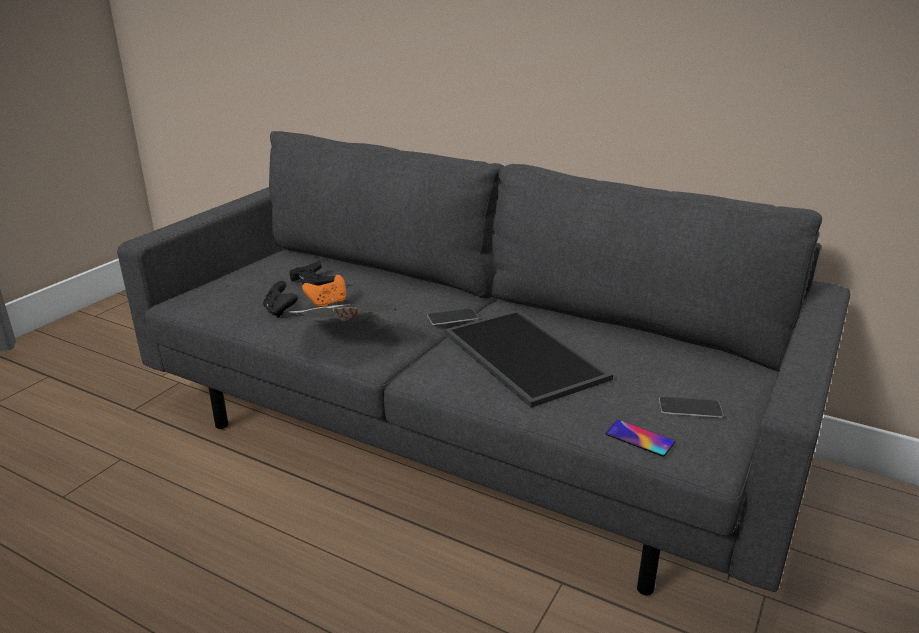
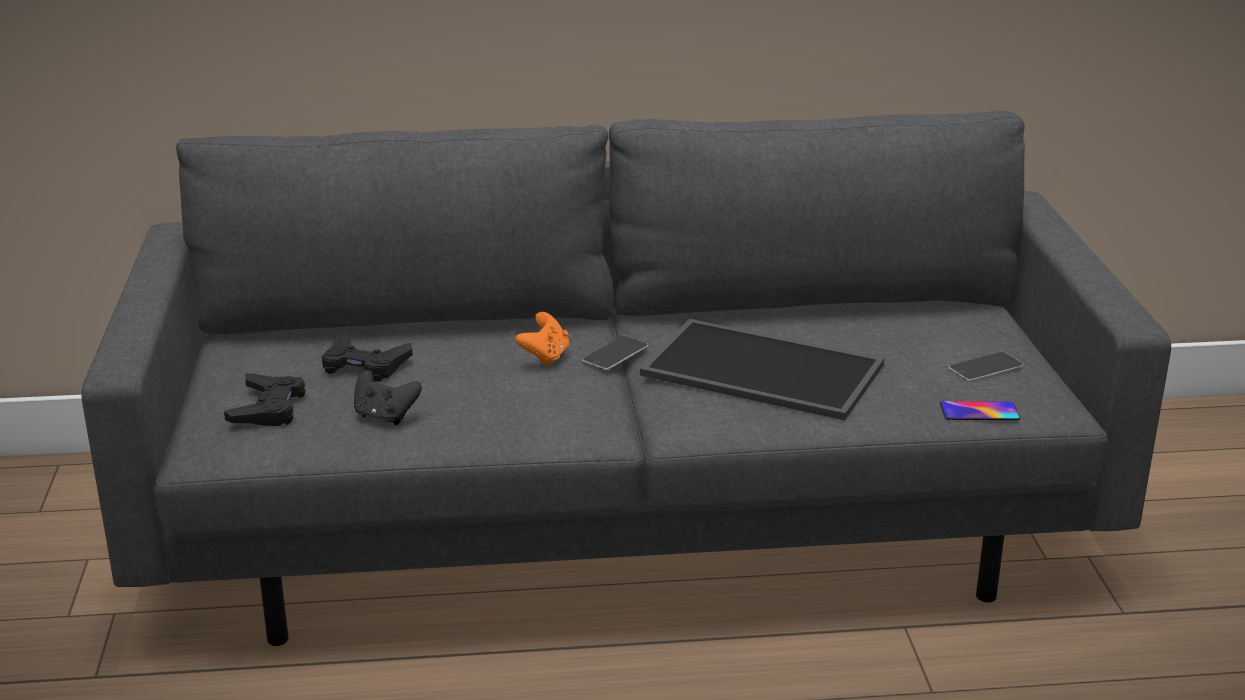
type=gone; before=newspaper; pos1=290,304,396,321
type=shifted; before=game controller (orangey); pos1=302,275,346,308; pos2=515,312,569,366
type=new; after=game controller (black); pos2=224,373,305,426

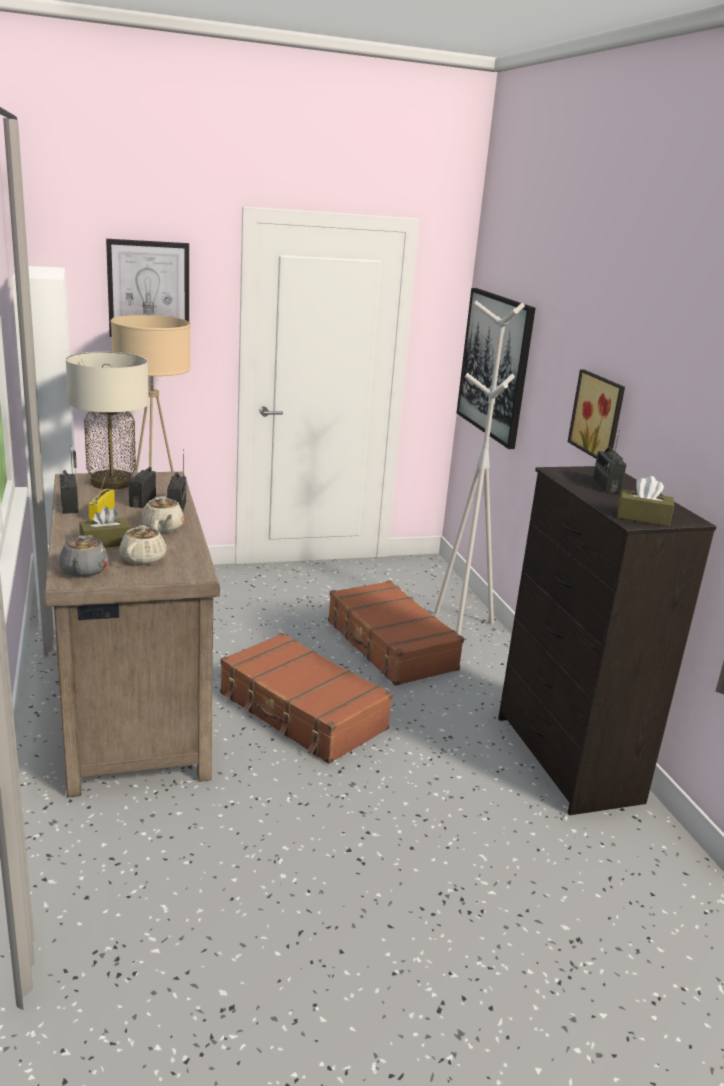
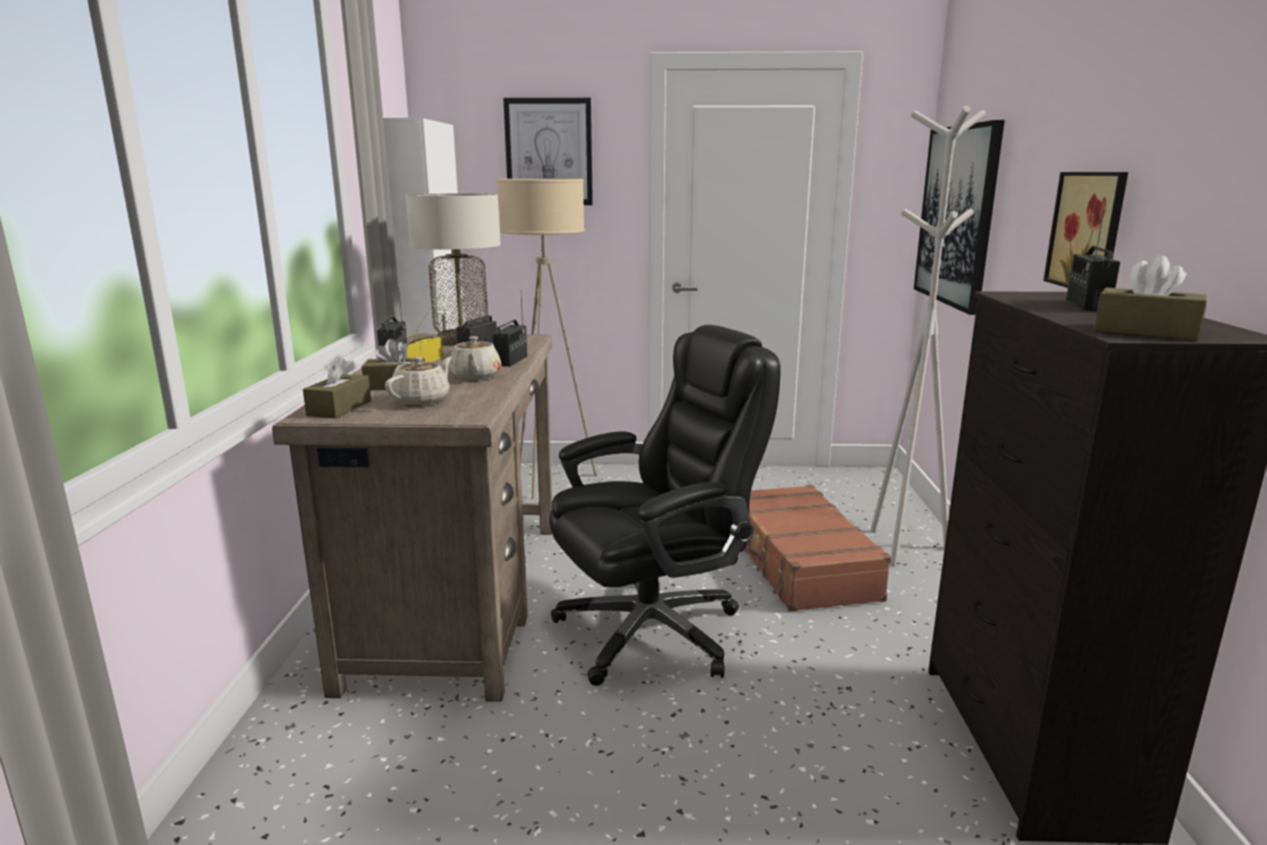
type=swapped; before=teapot (greyish); after=tissue holder (brown); pos1=59,535,108,577; pos2=303,356,371,418
type=swapped; before=travel case (brown); after=desk chair (black); pos1=220,633,393,764; pos2=549,325,781,686

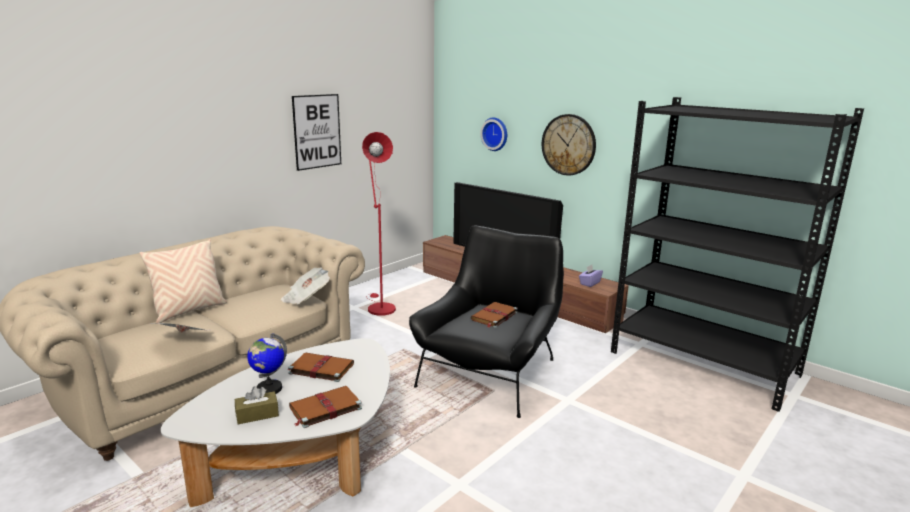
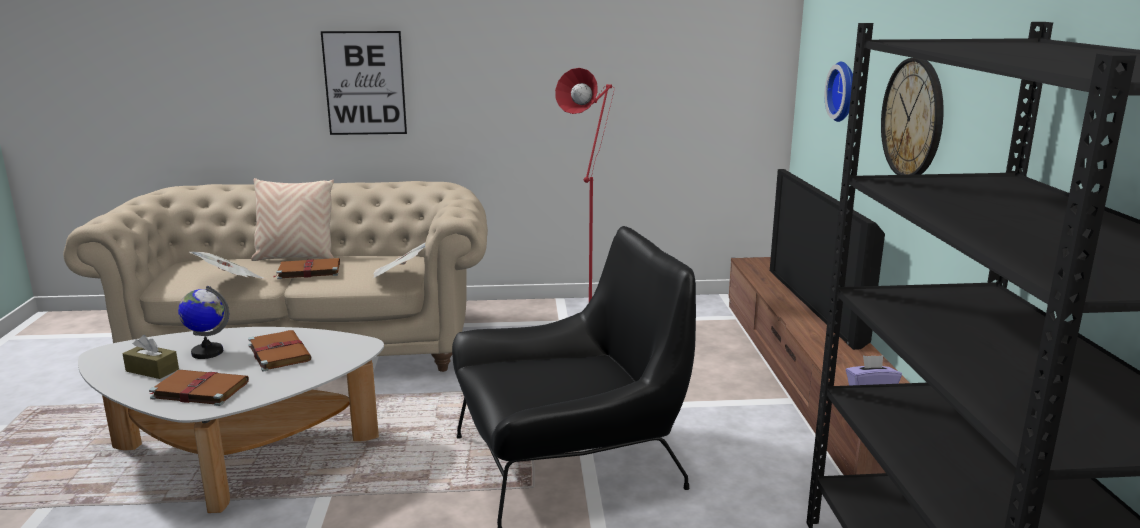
type=shifted; before=picture; pos1=292,94,341,171; pos2=321,31,407,135
type=shifted; before=bound book (brown); pos1=470,302,518,328; pos2=274,258,340,279

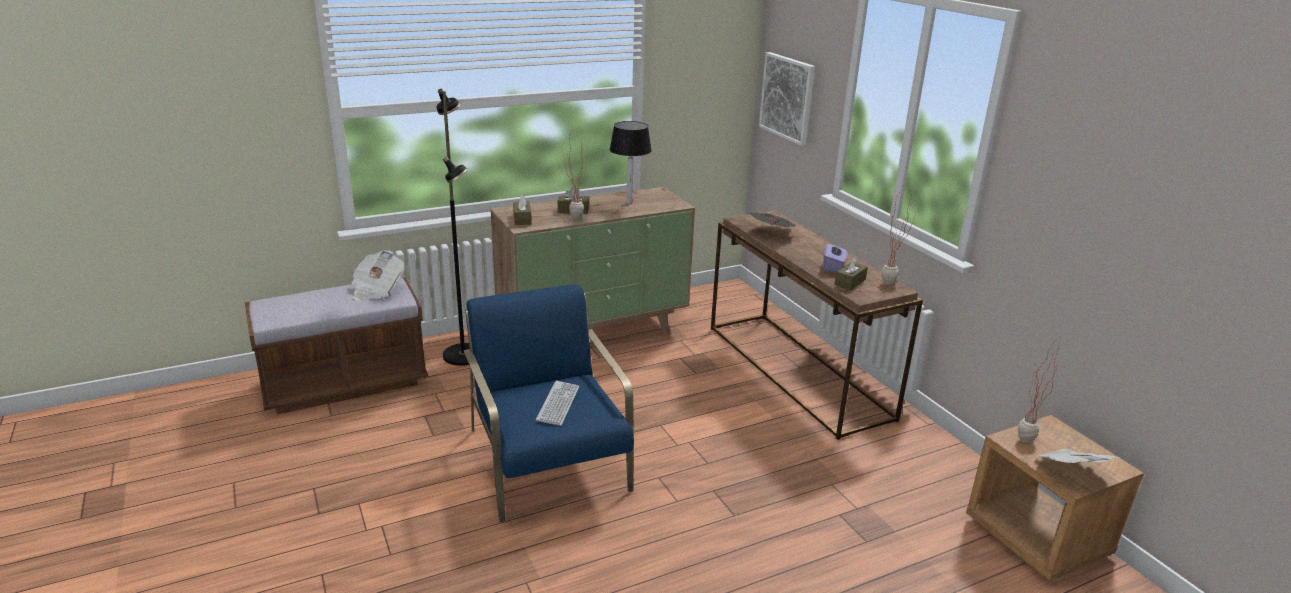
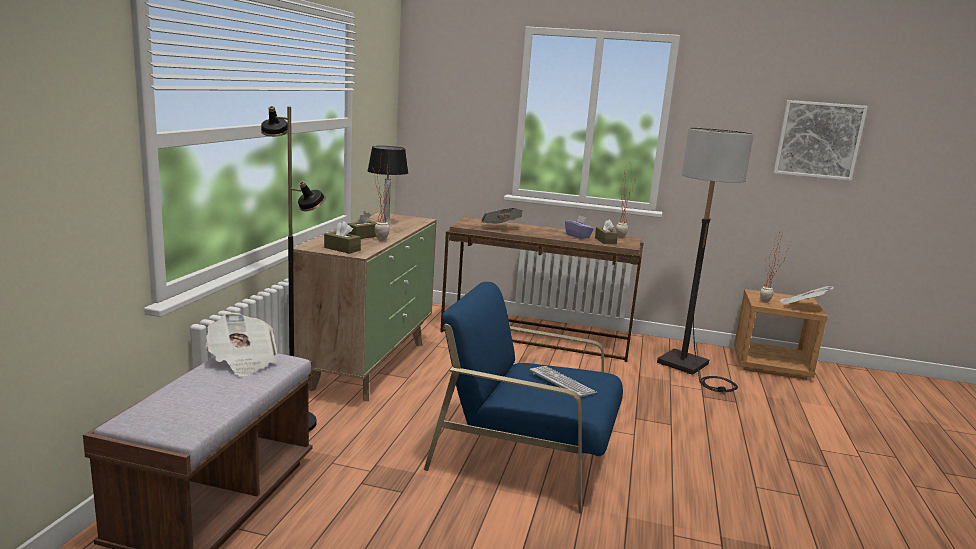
type=shifted; before=picture; pos1=759,52,815,146; pos2=774,100,868,181
type=new; after=floor lamp; pos2=657,128,754,394

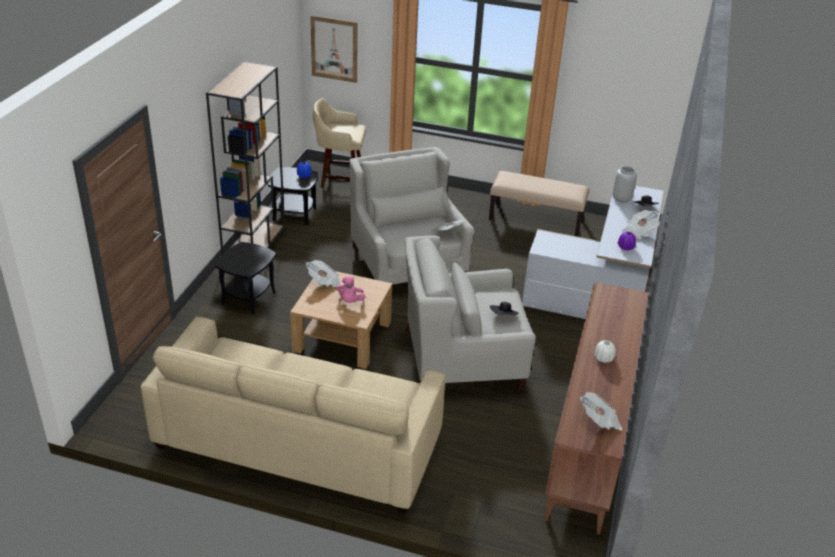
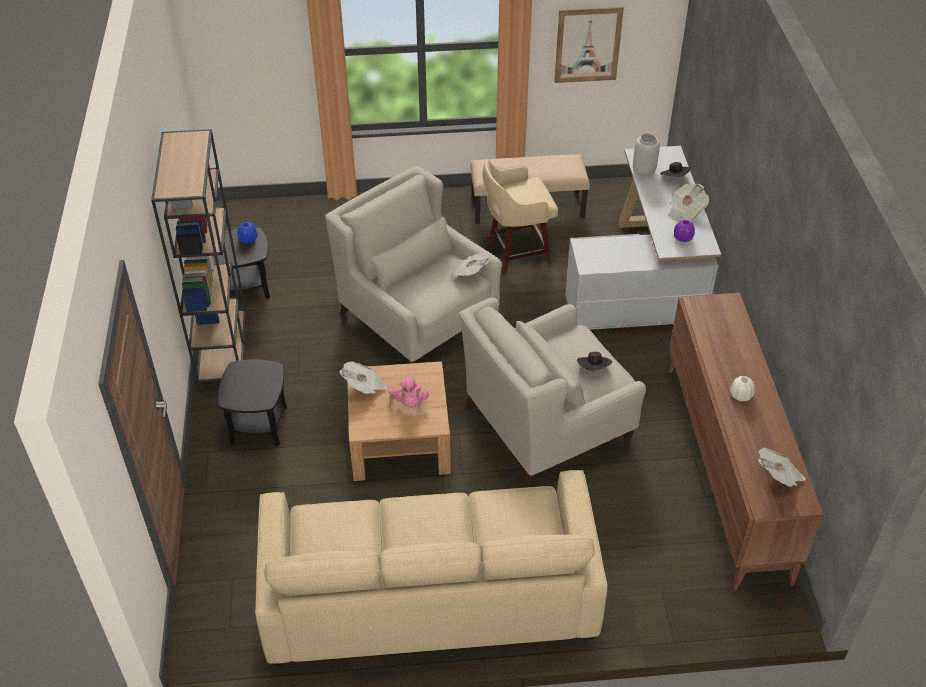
type=shifted; before=picture; pos1=310,15,358,83; pos2=554,7,624,83
type=shifted; before=stool seat (sand-coloured); pos1=313,98,366,188; pos2=482,159,558,274

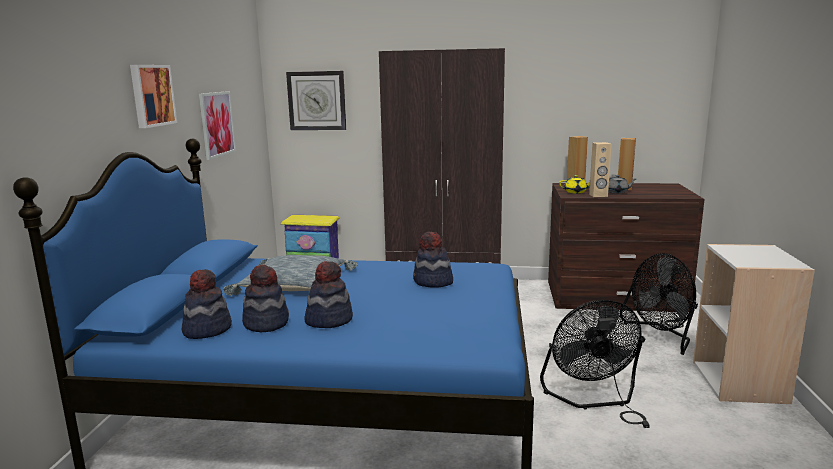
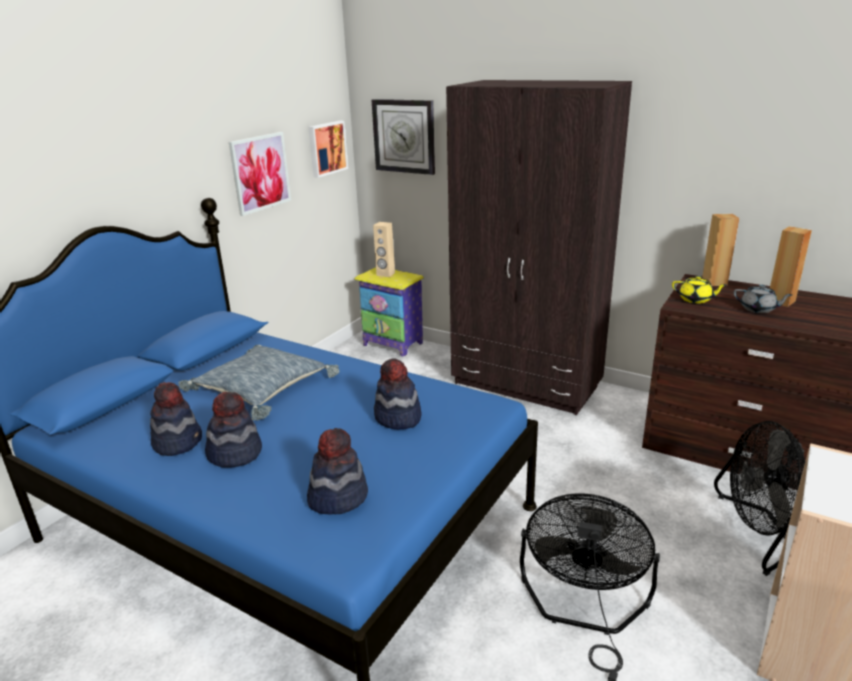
type=shifted; before=picture; pos1=130,65,177,128; pos2=308,121,348,178
type=shifted; before=hat; pos1=182,269,232,339; pos2=307,428,368,515
type=shifted; before=loudspeaker (sand-coloured); pos1=589,142,611,197; pos2=373,222,395,277

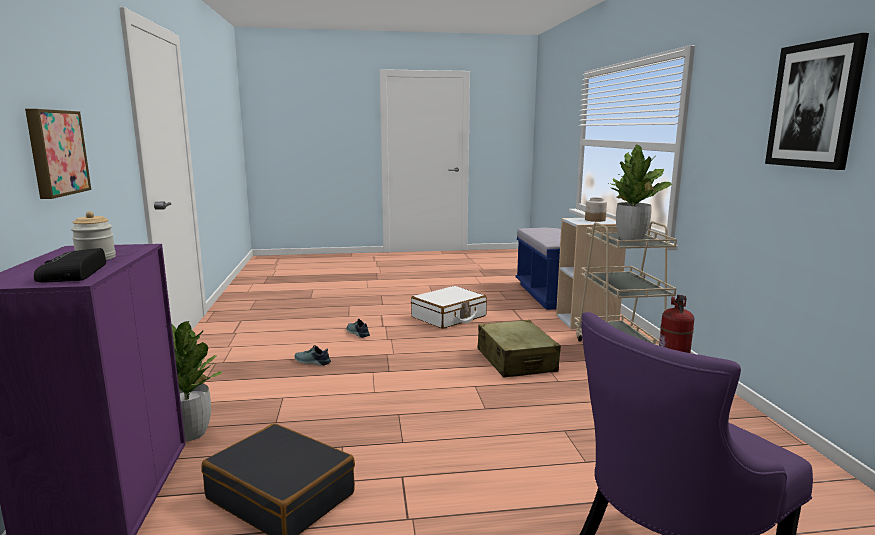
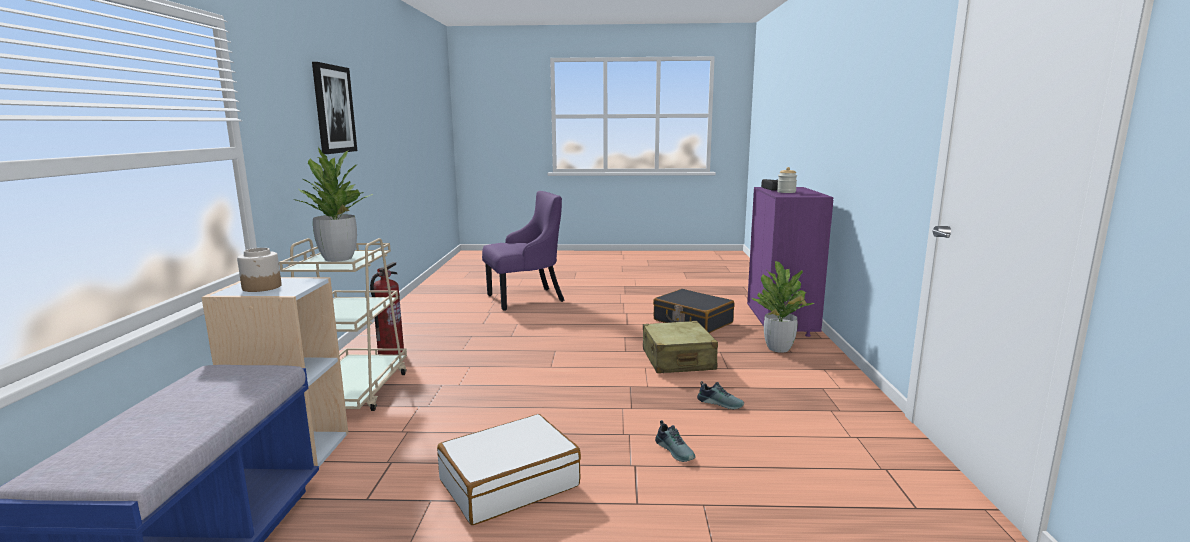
type=gone; before=picture; pos1=25,109,91,199
type=shifted; before=travel case (sand-coloured); pos1=477,320,561,378; pos2=643,321,718,373

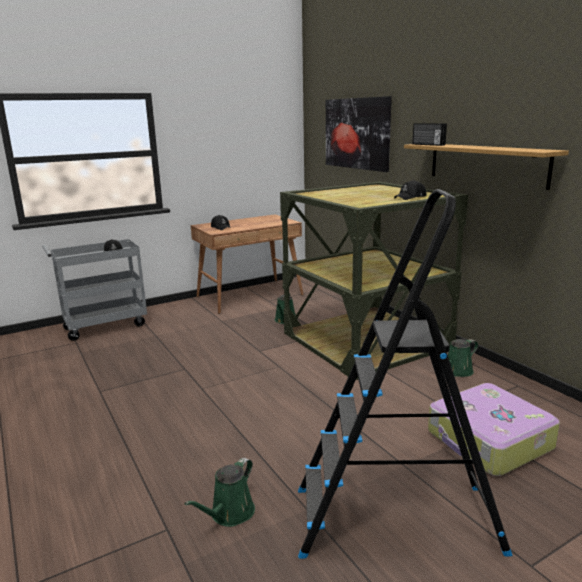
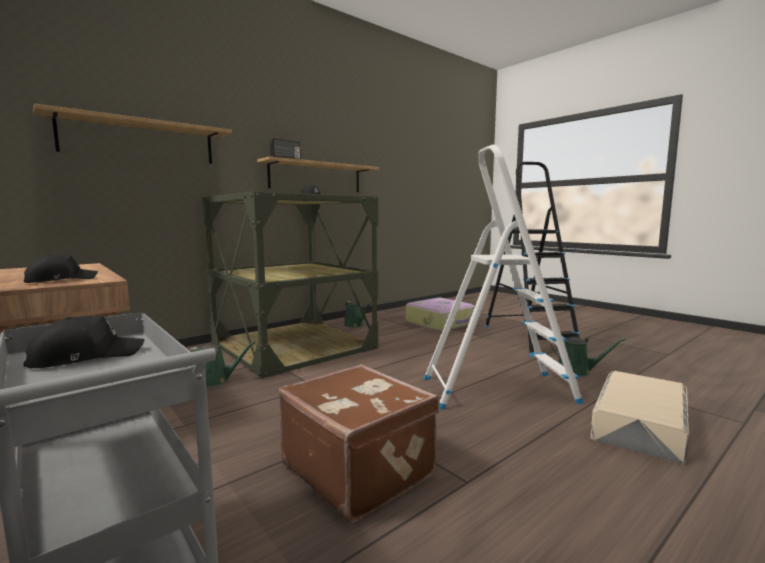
type=swapped; before=picture; after=bracket shelf; pos1=326,96,392,172; pos2=33,104,232,164
type=new; after=travel case (brown); pos2=279,364,440,523
type=new; after=step ladder (white); pos2=424,144,584,410
type=new; after=storage bin (sand-coloured); pos2=590,371,689,465

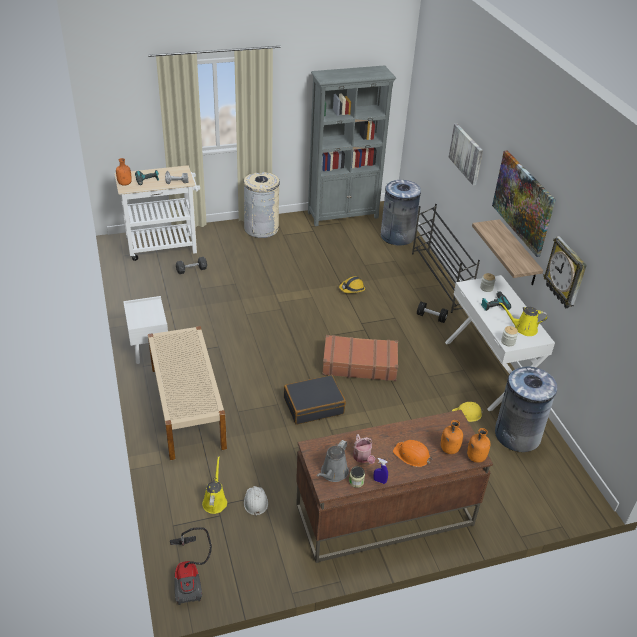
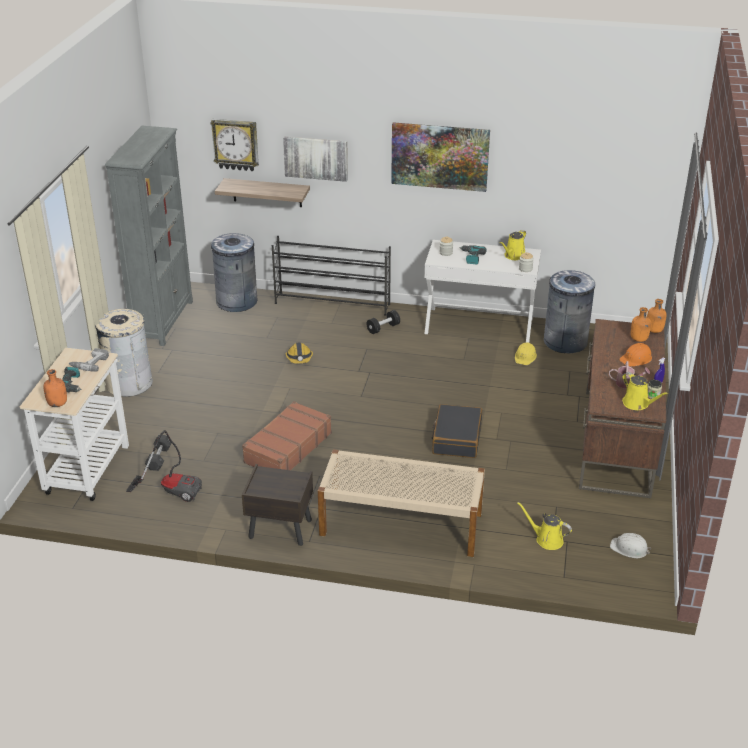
type=repainted; before=nightstand (white); after=nightstand (brown); pos1=123,296,168,364; pos2=242,464,313,546
type=shifted; before=hoover; pos1=170,527,212,605; pos2=126,430,202,502
type=shifted; before=hard hat (white); pos1=244,486,268,517; pos2=610,533,651,558
type=repainted; before=sprinkling can (greyish); after=sprinkling can (yellow-coloured); pos1=316,440,349,482; pos2=622,372,668,410
type=shifted; before=travel case (brown); pos1=322,335,398,381; pos2=242,401,332,470
type=shifted; before=bracket shelf; pos1=472,219,543,285; pos2=215,178,310,207
type=shifted; before=clock on the wall; pos1=543,236,587,308; pos2=210,119,259,171

